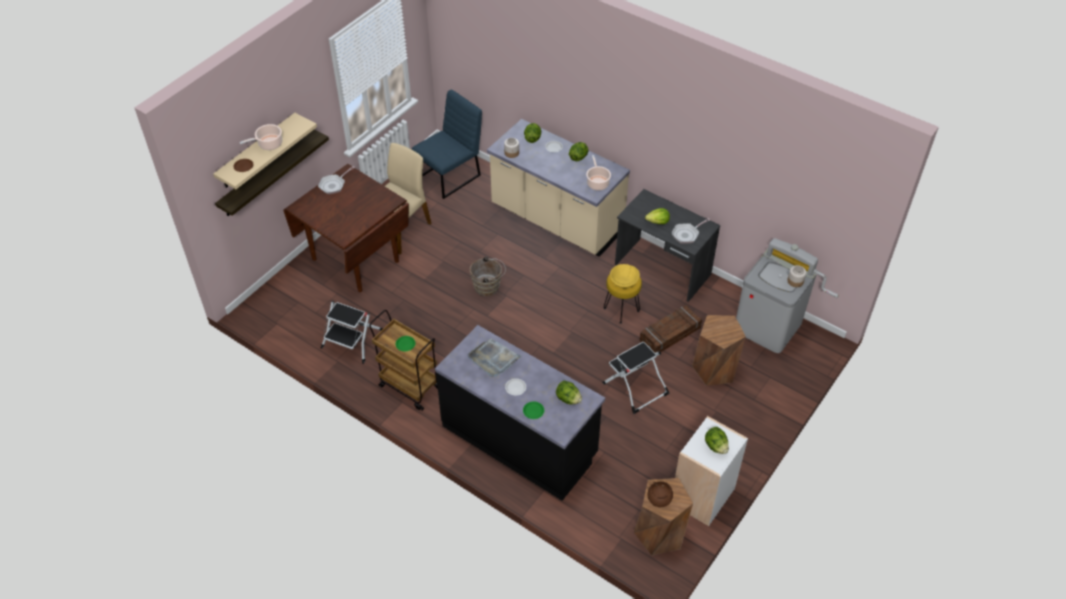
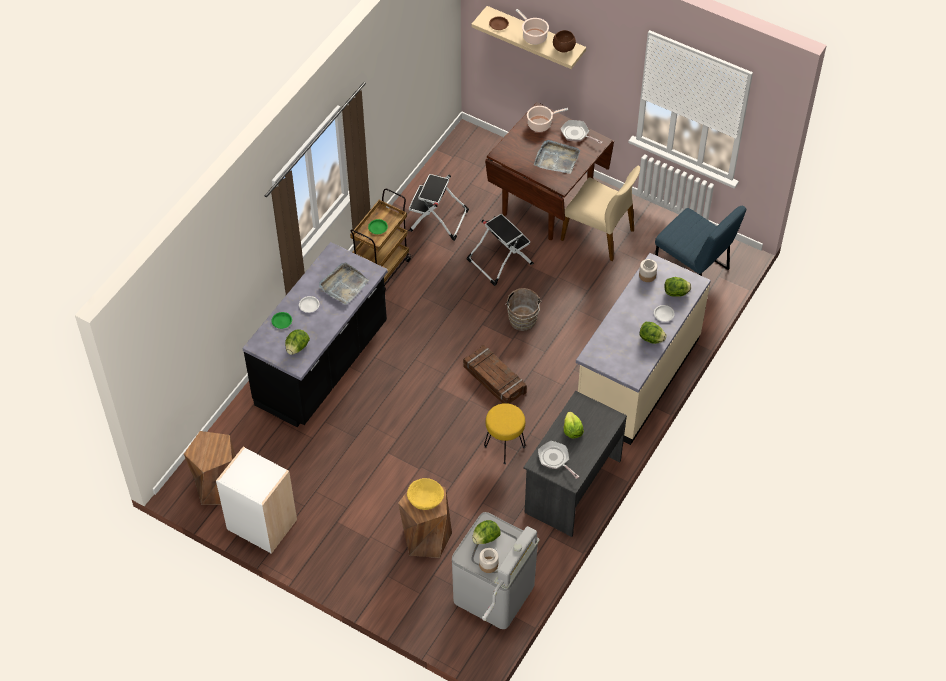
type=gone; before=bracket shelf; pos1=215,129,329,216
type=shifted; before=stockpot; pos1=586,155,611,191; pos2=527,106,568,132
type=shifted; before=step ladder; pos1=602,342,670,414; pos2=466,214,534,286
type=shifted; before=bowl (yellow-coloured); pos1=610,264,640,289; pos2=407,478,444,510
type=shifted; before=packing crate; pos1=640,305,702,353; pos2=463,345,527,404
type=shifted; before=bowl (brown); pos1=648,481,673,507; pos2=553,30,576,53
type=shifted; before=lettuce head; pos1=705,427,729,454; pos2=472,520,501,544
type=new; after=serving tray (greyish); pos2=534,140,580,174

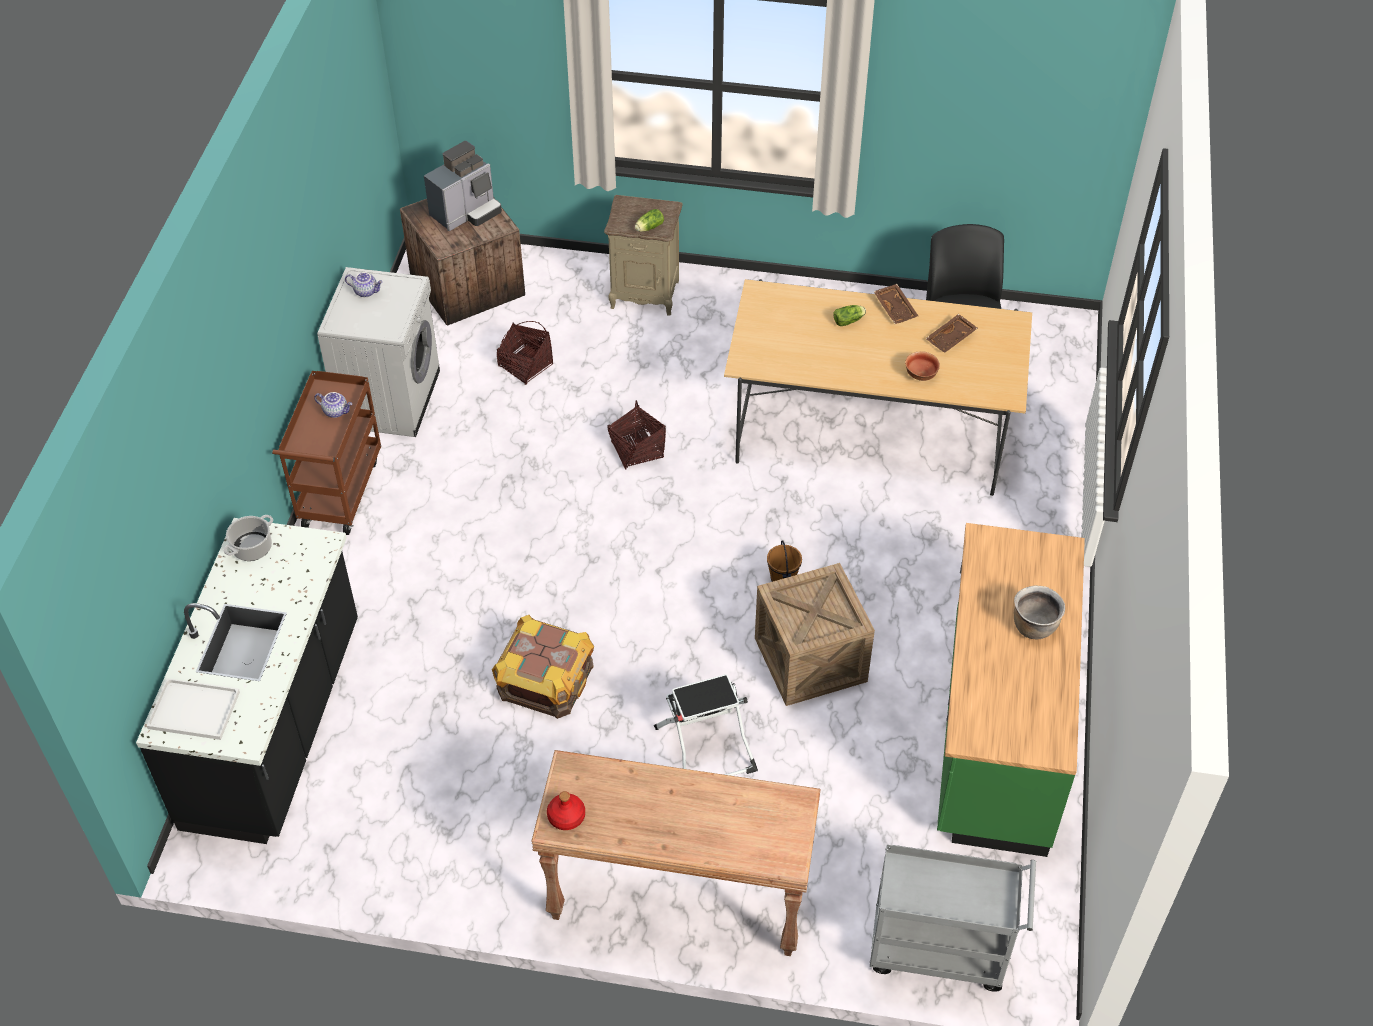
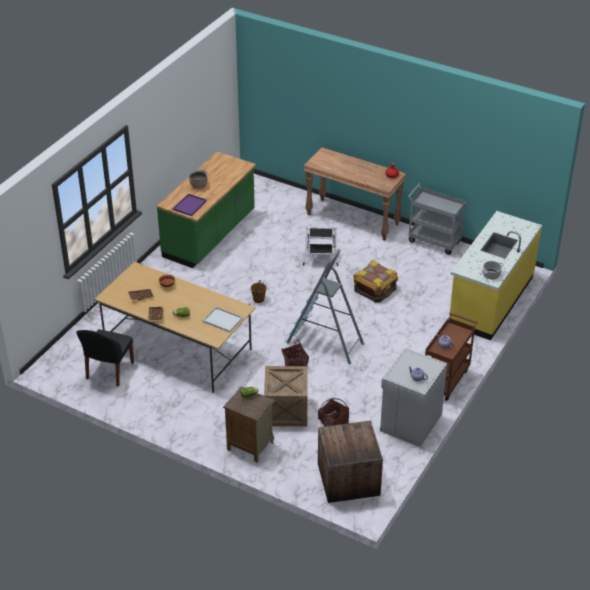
type=repainted; before=counter (black); after=counter (yellow-coloured); pos1=136,518,358,844; pos2=449,211,542,341
type=shifted; before=serving tray (white); pos1=146,678,240,740; pos2=203,307,243,332
type=gone; before=coffee machine; pos1=424,141,502,231
type=shifted; before=packing crate; pos1=755,563,875,706; pos2=264,366,308,426
type=shifted; before=wheeled cart (greyish); pos1=870,845,1036,992; pos2=407,183,466,255
type=new; after=serving tray (purple); pos2=173,194,207,216
type=new; after=step ladder (greyish); pos2=286,249,364,364

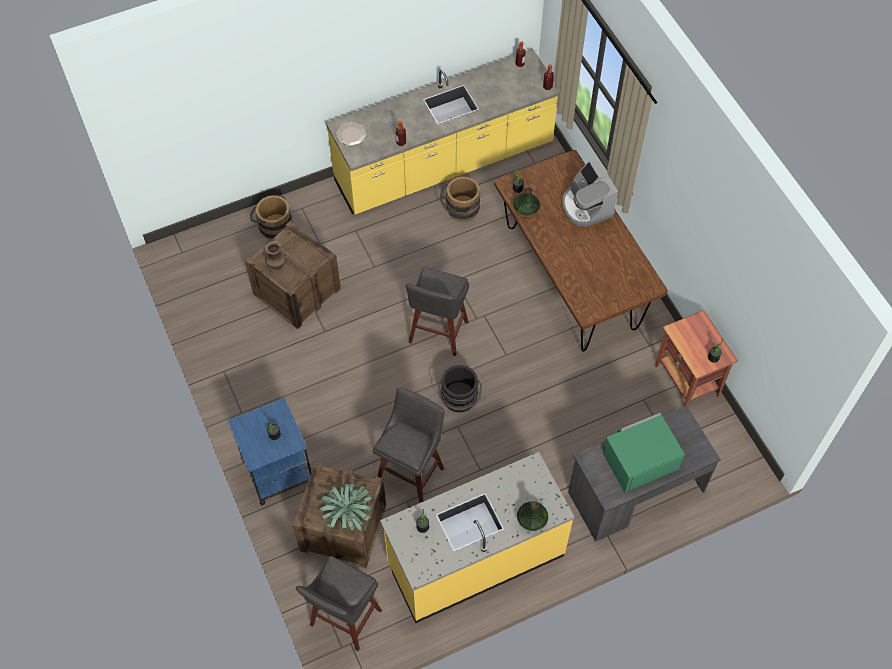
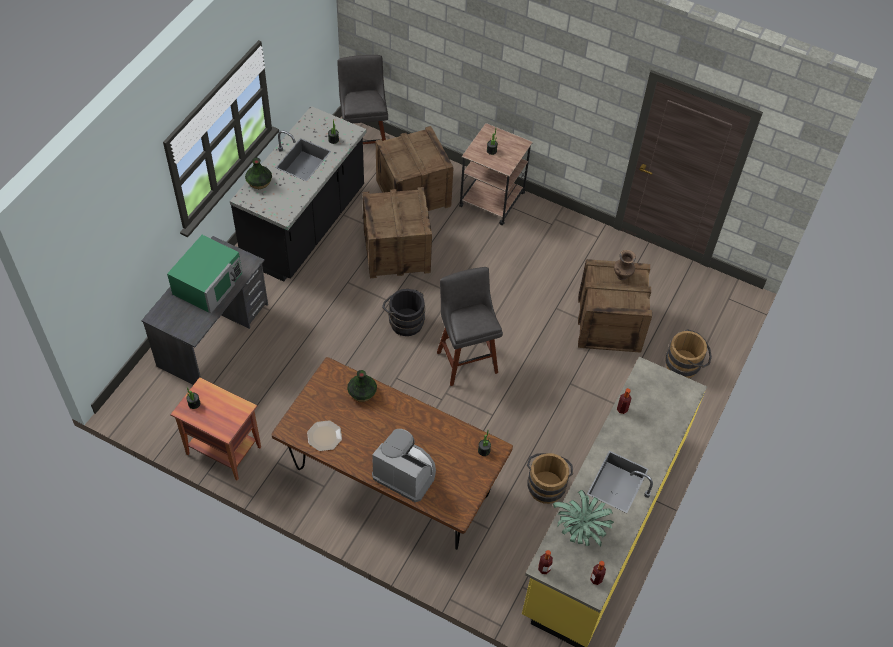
type=repainted; before=wheeled cart (bluish); after=wheeled cart (brown); pos1=228,398,311,505; pos2=459,123,533,225
type=shifted; before=houseplant; pos1=320,481,373,531; pos2=552,490,614,547
type=shifted; before=plate; pos1=336,122,367,146; pos2=307,420,342,451
type=swapped; before=stool seat (greyish); after=packing crate; pos1=373,387,445,503; pos2=363,187,432,278
type=repainted; before=counter (yellow-coloured); after=counter (black); pos1=380,452,575,623; pos2=230,106,366,282
type=shifted; before=vase; pos1=513,188,540,217; pos2=347,370,377,402

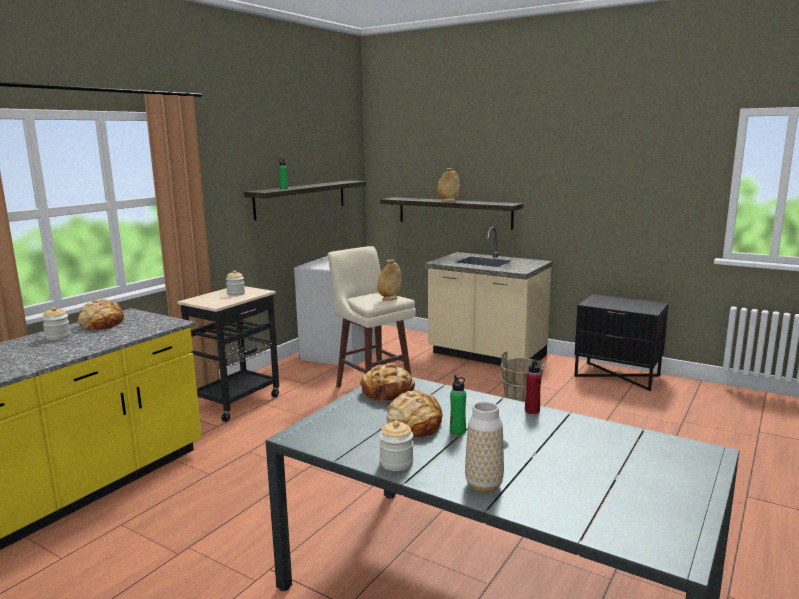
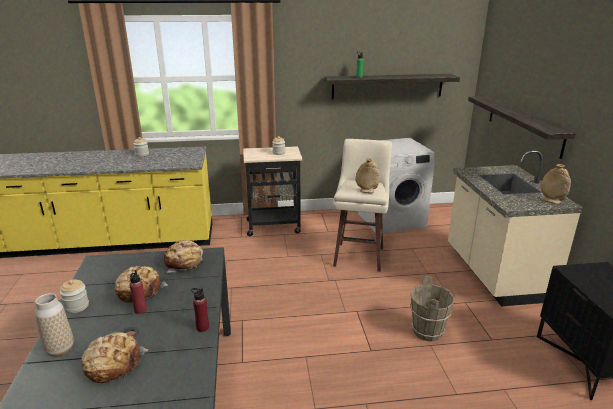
type=shifted; before=bakery bread; pos1=78,299,124,330; pos2=81,332,148,383
type=shifted; before=vase (sand-coloured); pos1=437,168,460,202; pos2=541,164,571,204
type=repainted; before=beverage bottle (greenish); after=beverage bottle (red-coloured); pos1=450,375,466,435; pos2=129,270,147,314

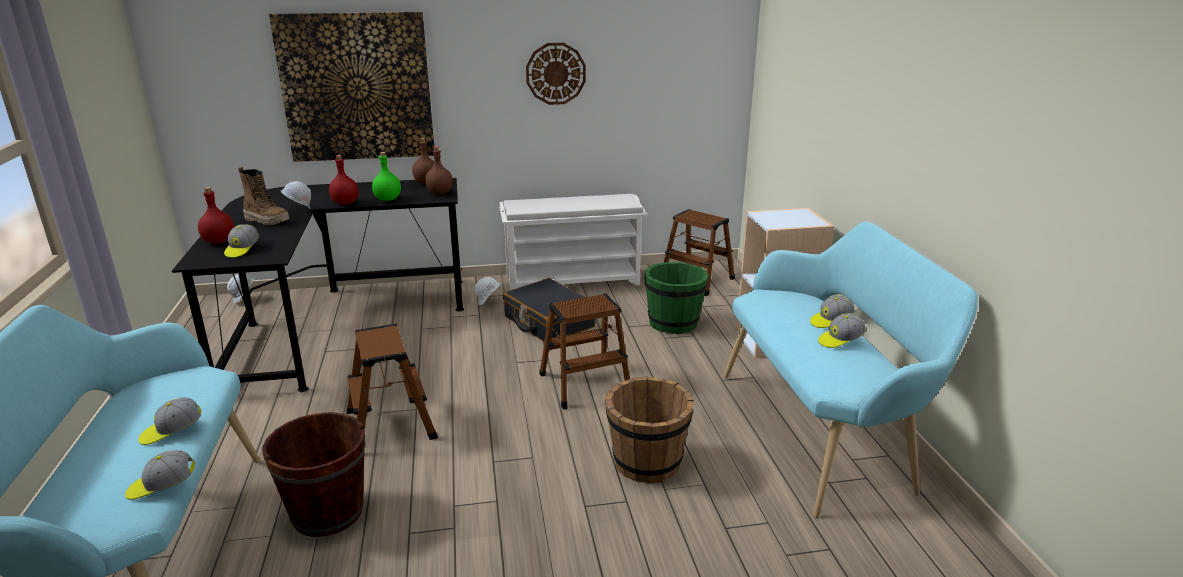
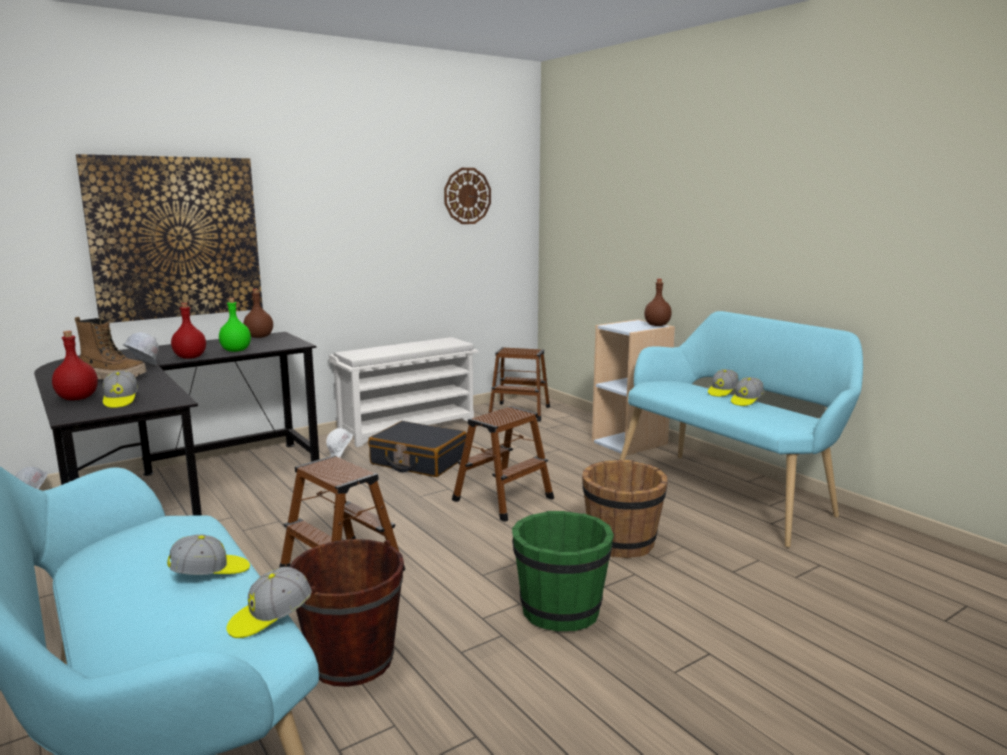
type=rotated; before=baseball cap; pos1=138,397,201,445; pos2=167,534,250,575; turn=-150
type=shifted; before=beverage bottle (brown); pos1=425,146,453,194; pos2=644,279,672,326
type=shifted; before=clock on the wall; pos1=526,43,586,105; pos2=444,168,491,224
type=shifted; before=pail (greenish); pos1=644,262,709,334; pos2=512,511,614,631

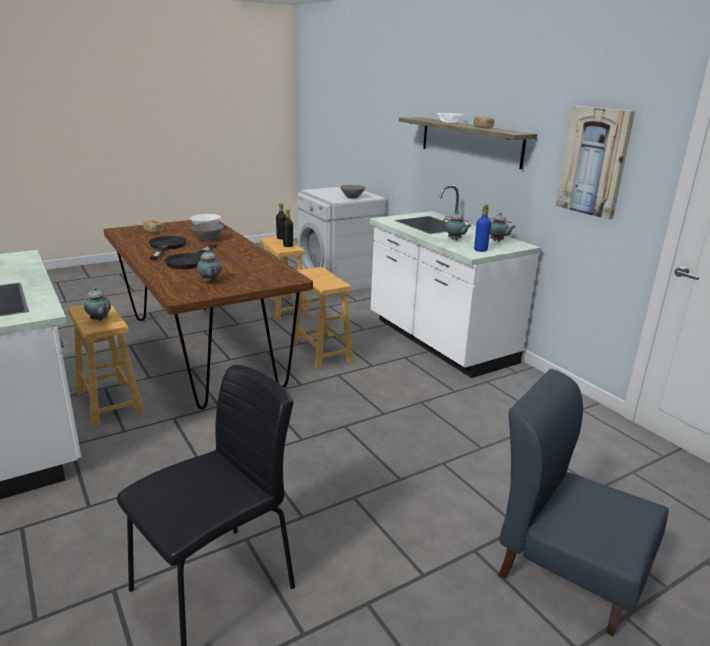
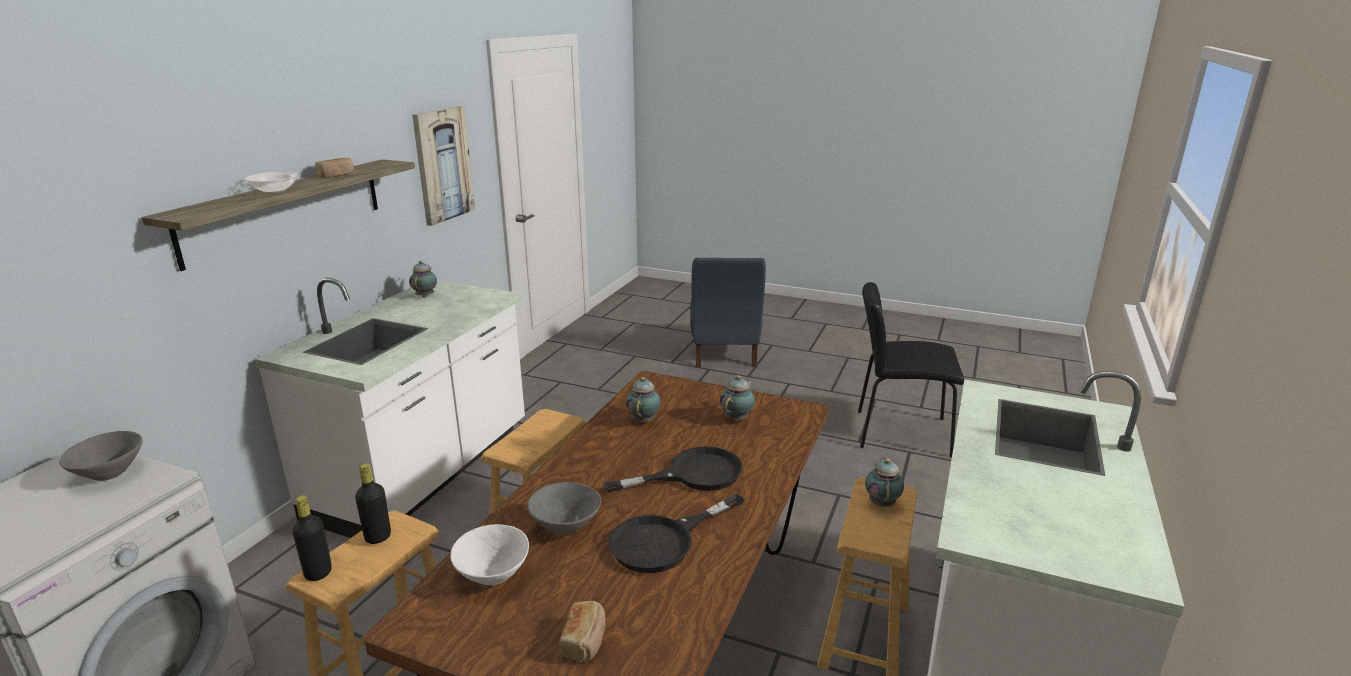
type=shifted; before=teapot; pos1=443,211,471,240; pos2=626,377,661,423
type=gone; before=beverage bottle (bluish); pos1=474,204,491,252

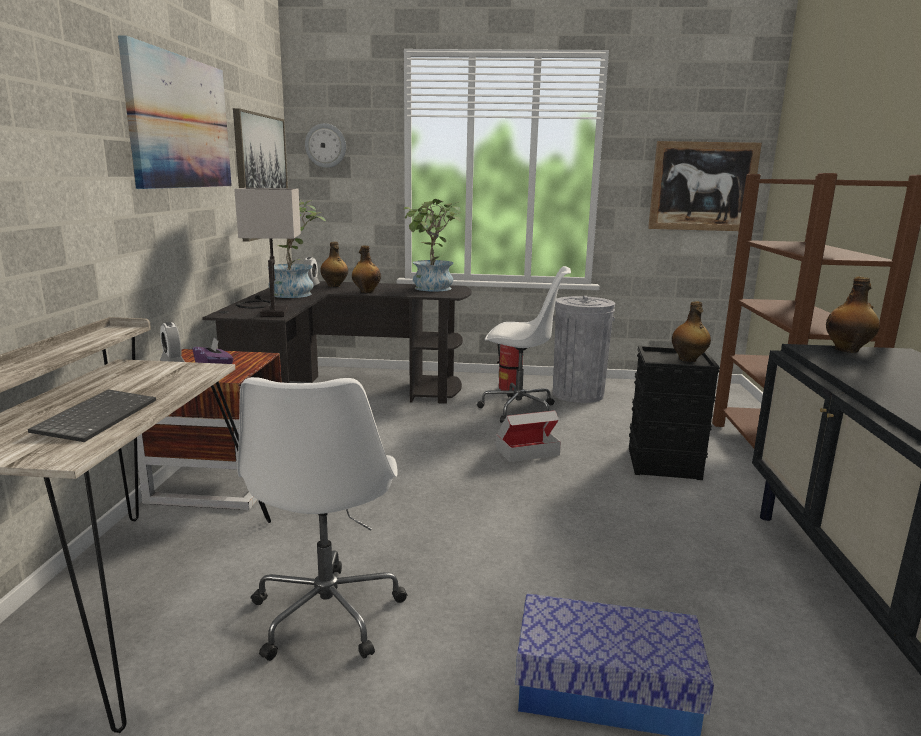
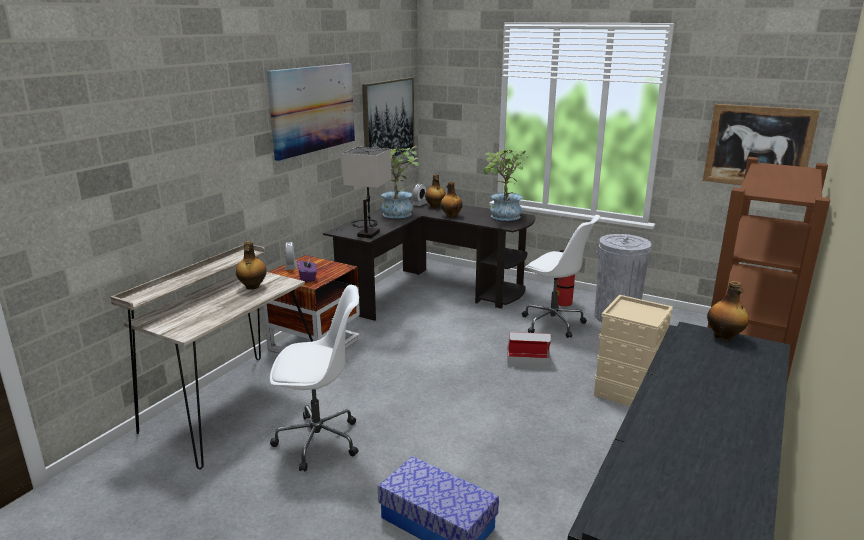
type=gone; before=PC keyboard; pos1=28,389,156,442
type=rotated; before=desk chair (white); pos1=237,377,408,661; pos2=270,285,359,471; turn=-120
type=gone; before=clock on the wall; pos1=305,123,346,168
type=repainted; before=storage bin (black); after=storage bin (sand-coloured); pos1=629,346,720,480; pos2=594,295,673,406
type=shifted; before=beverage bottle; pos1=672,301,711,362; pos2=236,241,267,290

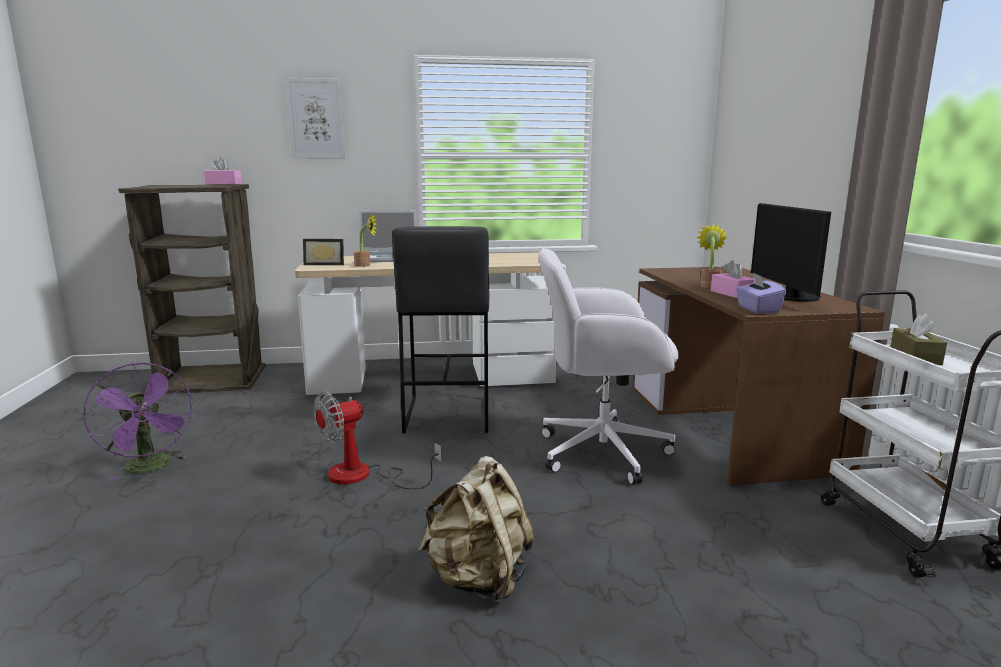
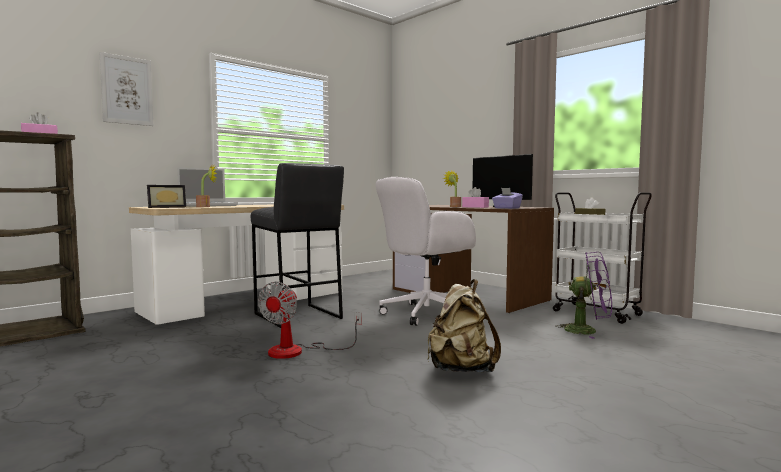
type=shifted; before=electric fan (purple); pos1=84,363,193,481; pos2=555,252,612,339

